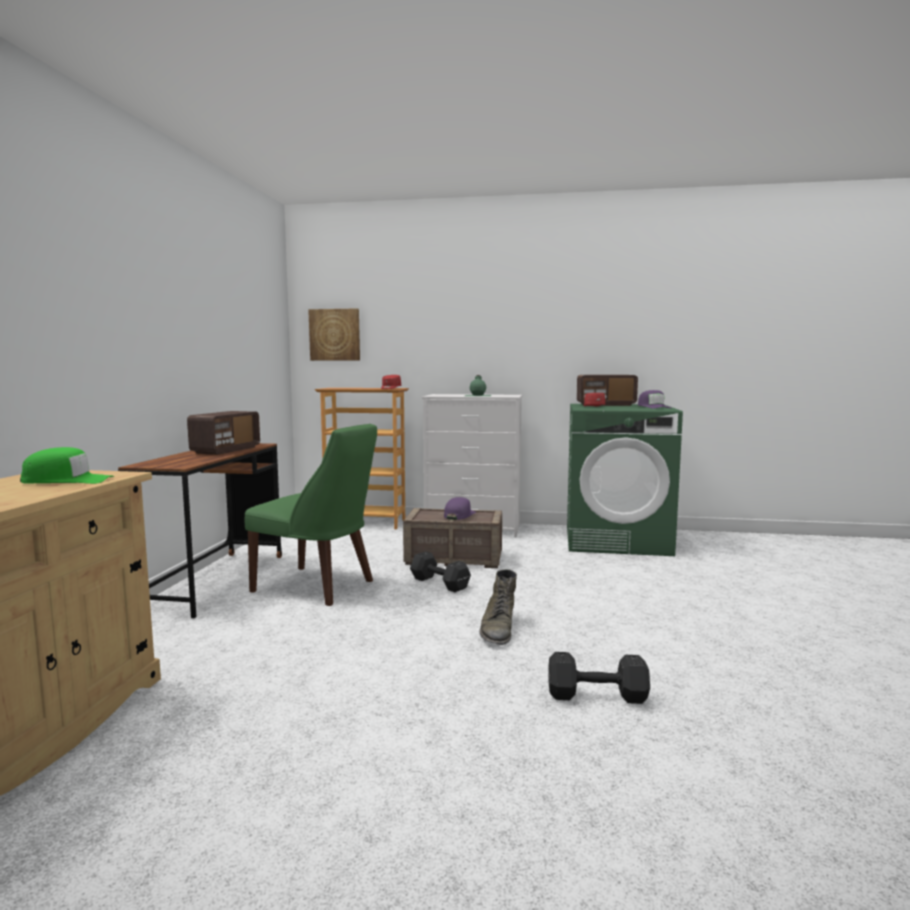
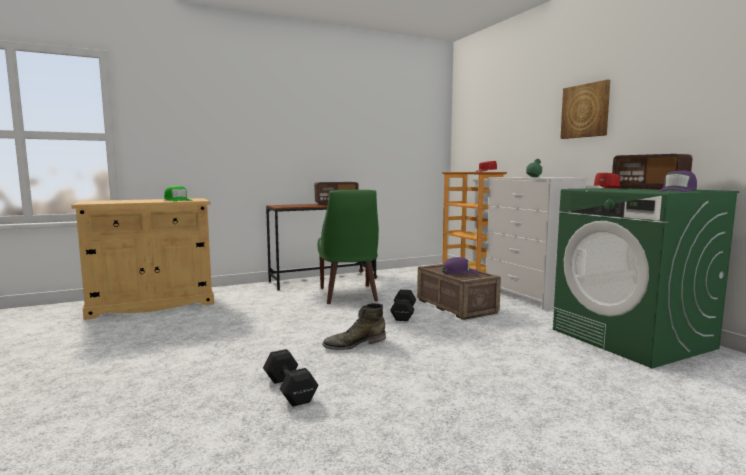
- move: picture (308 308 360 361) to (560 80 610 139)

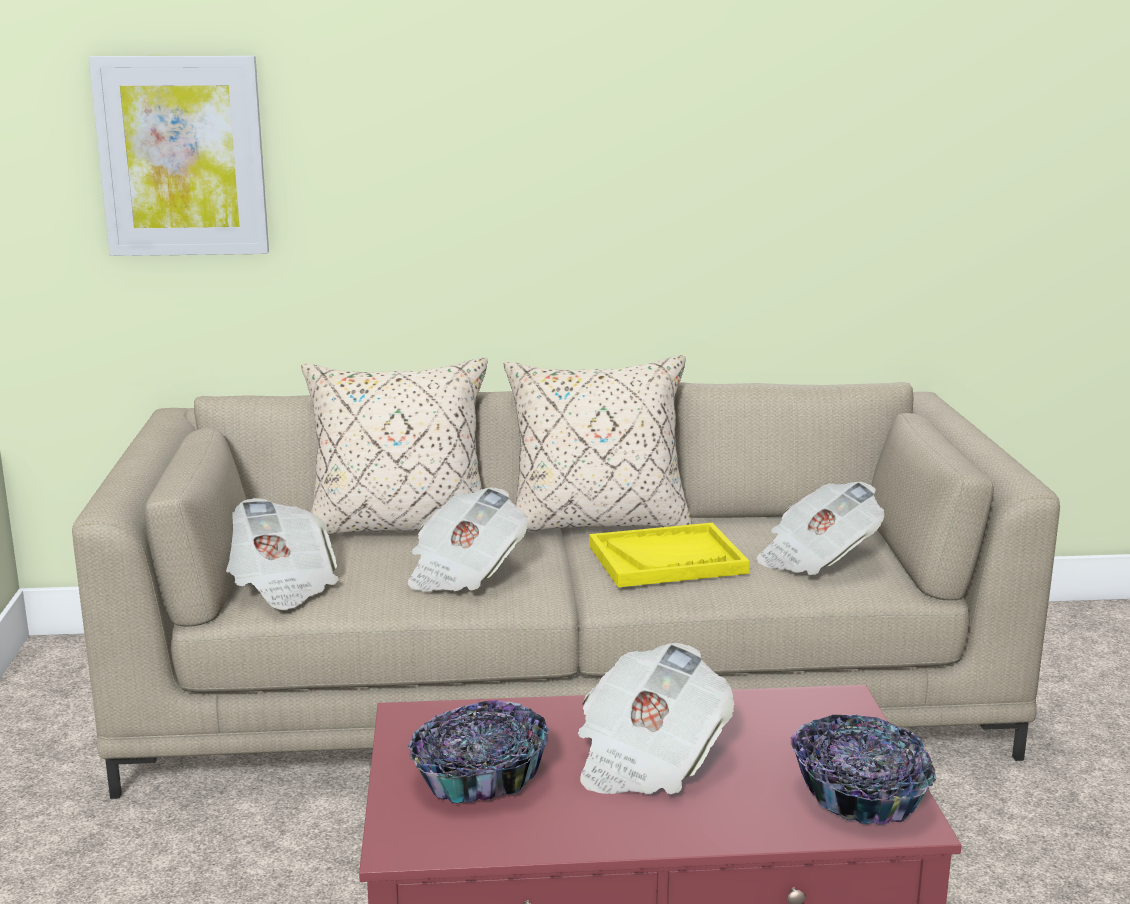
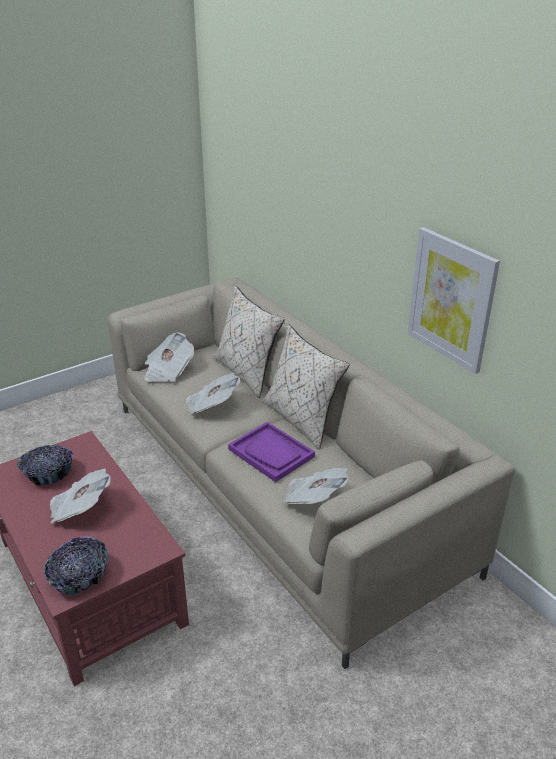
- move: picture (88 56 269 256) to (408 227 500 374)
- recolor: yellow tray (589 523 750 587) to purple tray (228 422 315 482)

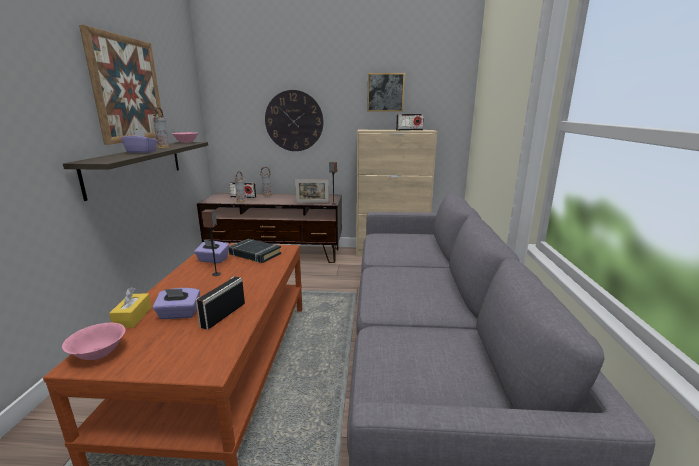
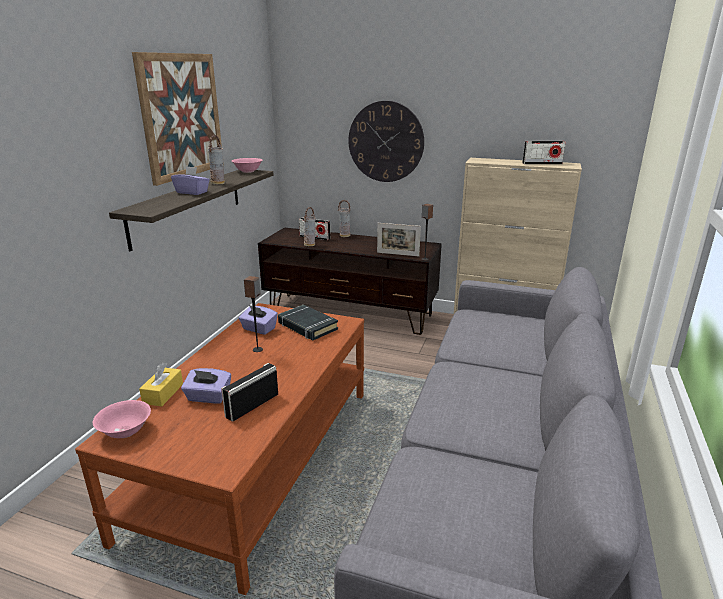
- delete: picture (367 73 405 112)

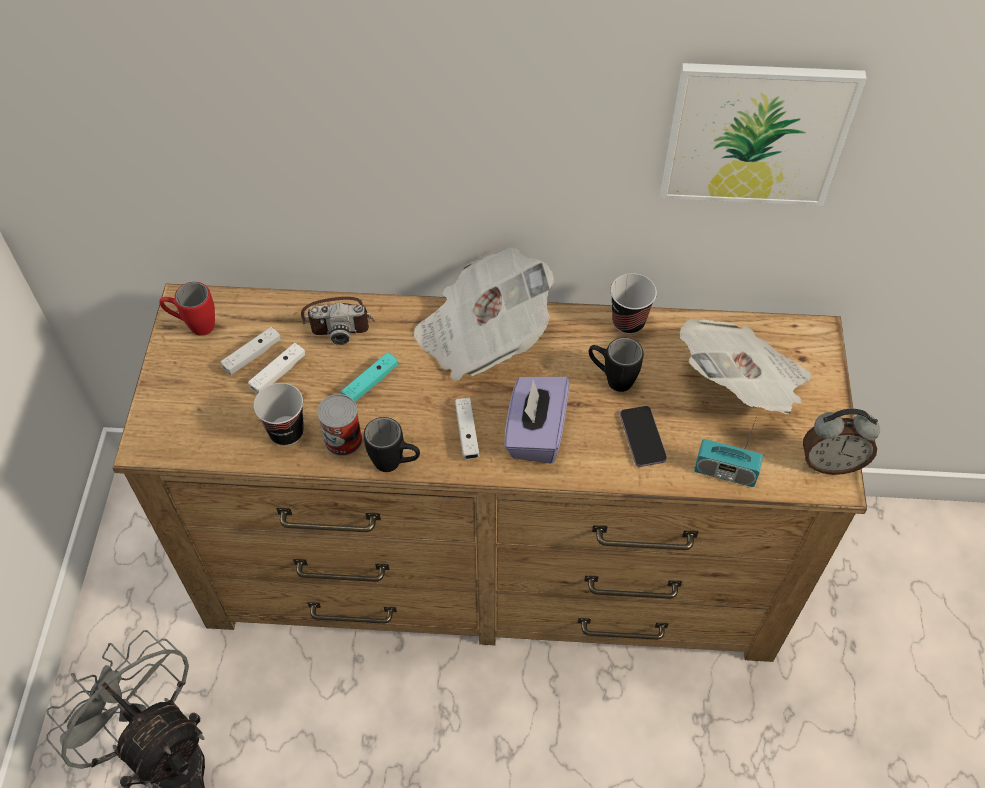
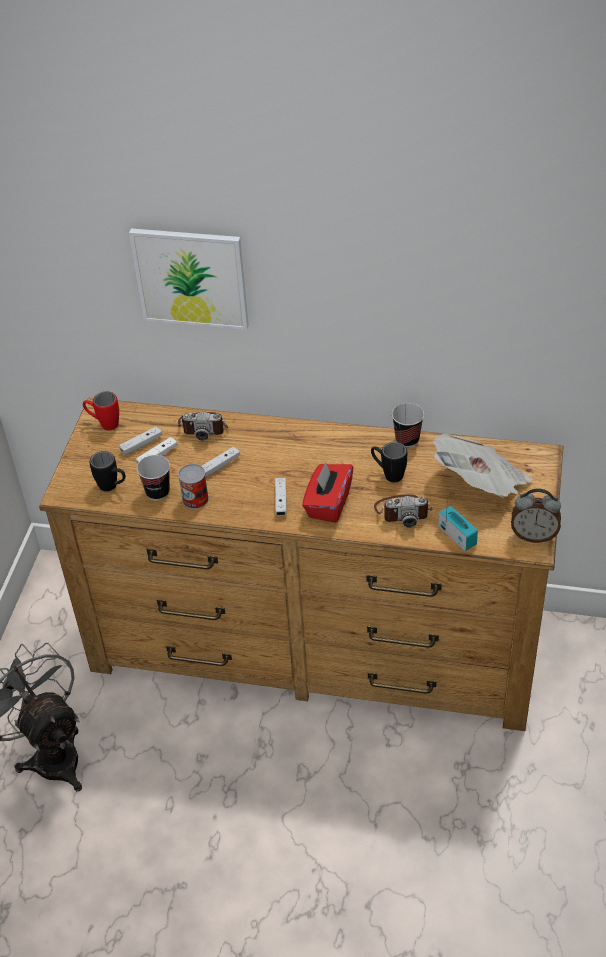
- move: picture (661 63 867 206) to (129 228 249 330)
- delete: newspaper (414 248 555 381)
- recolor: turquoise game controller (342 352 399 402) to white game controller (202 446 240 477)
- recolor: purple tissue box (504 377 569 464) to red tissue box (302 462 354 523)
- replace: phone (620 406 667 467) to photo camera (374 494 433 528)
- rotate: radio (694 416 763 487) = (438 494 478 551) 150 degrees counterclockwise
- move: black mug (364 417 420 472) to (90 451 126 492)

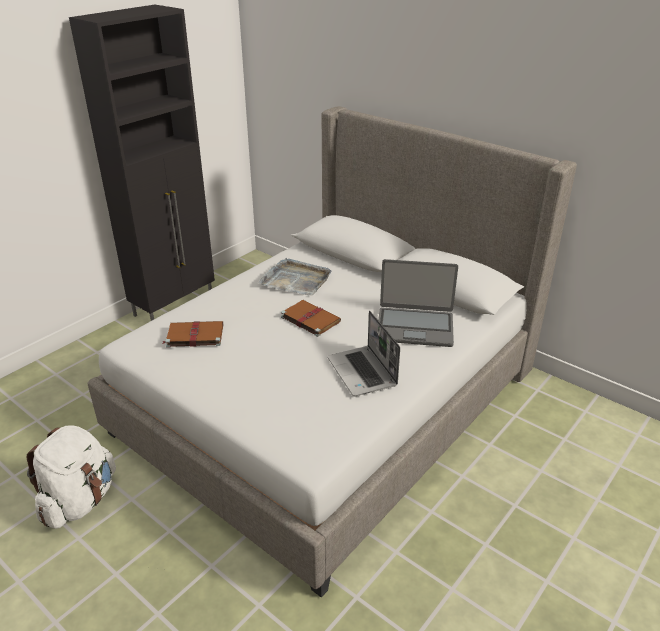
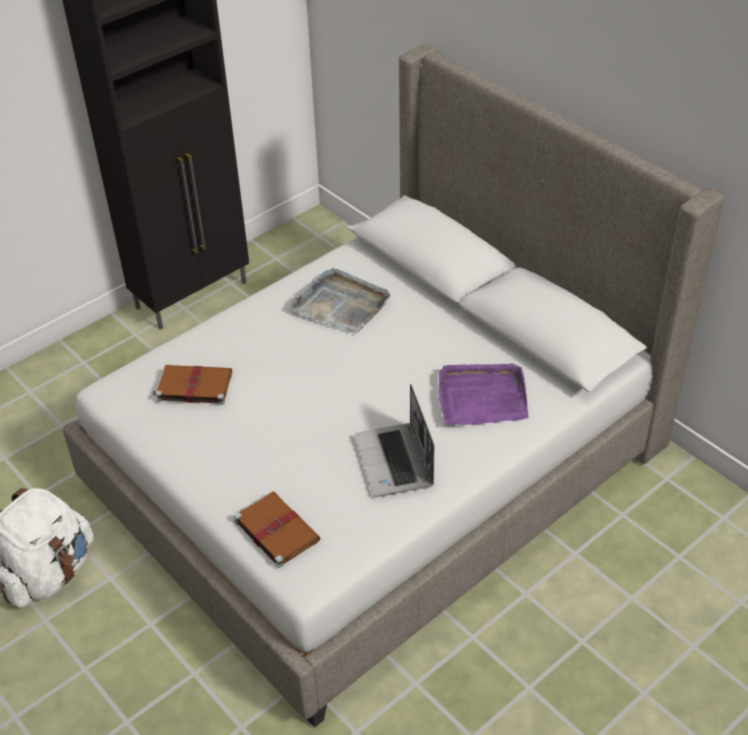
- replace: laptop (378 259 458 347) to purple tray (438 364 529 425)
- move: brown book (281 300 341 337) to (234 492 320 568)

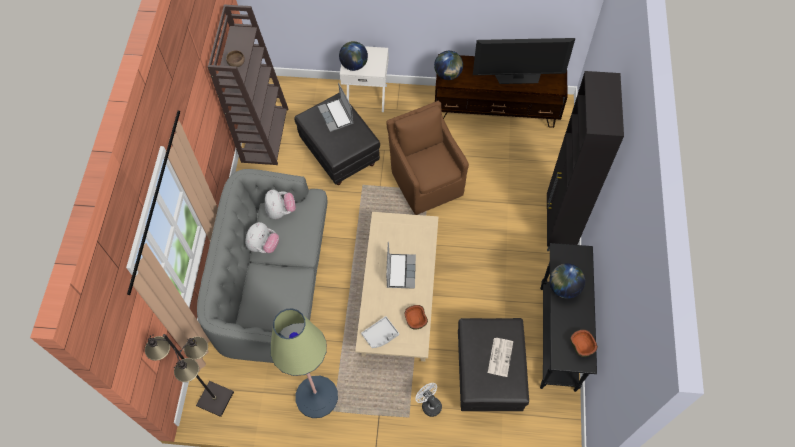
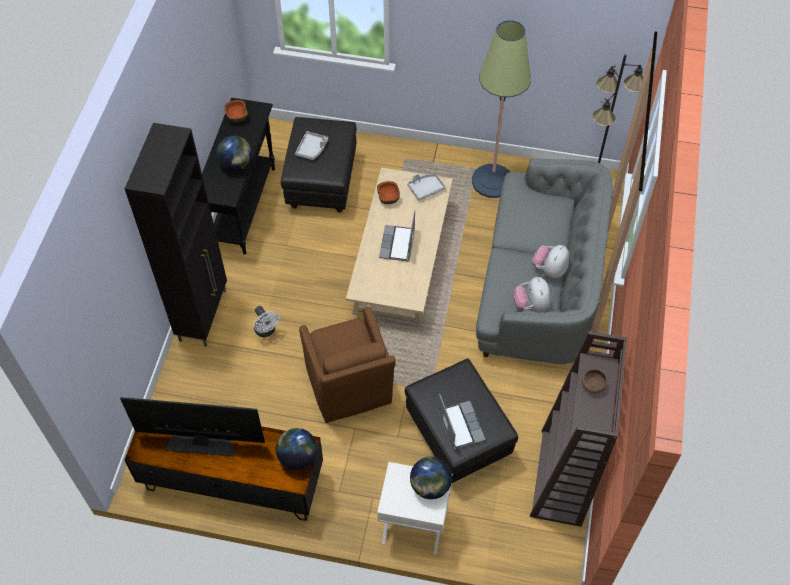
- replace: newspaper (488 338 513 377) to grey tray (295 131 328 160)
- move: white fan (415 383 442 417) to (254 306 280 337)

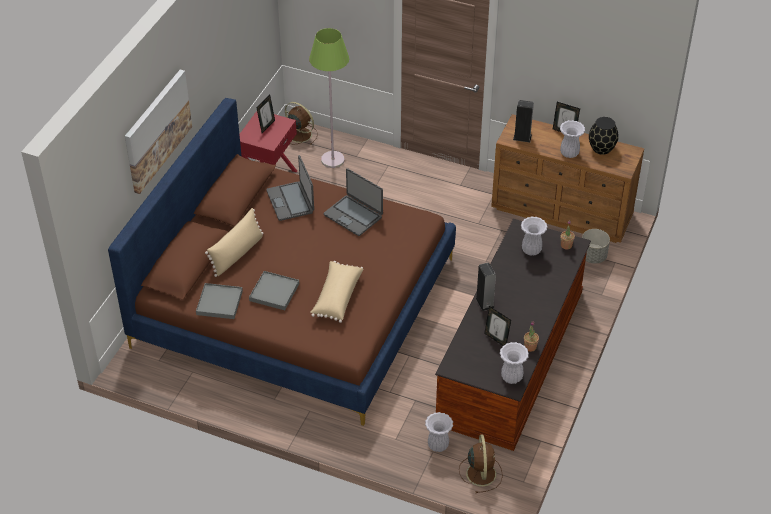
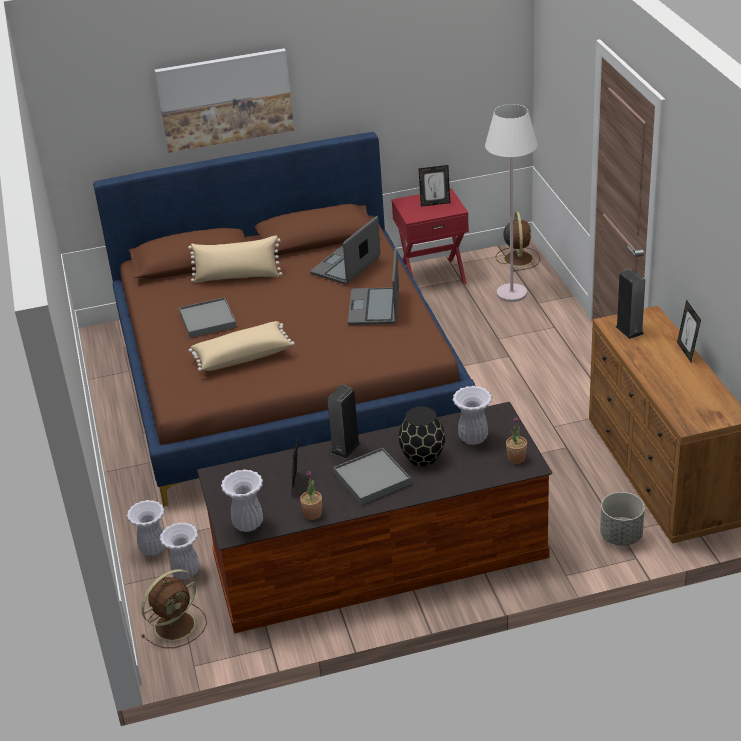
- recolor: green floor lamp (309 28 349 168) to white floor lamp (485 104 538 302)
- move: black vase (589 117 619 155) to (399 407 445 466)
- move: white vase (560 120 585 158) to (127 500 165 556)
- move: grey tray (196 283 243 319) to (334 448 411 505)

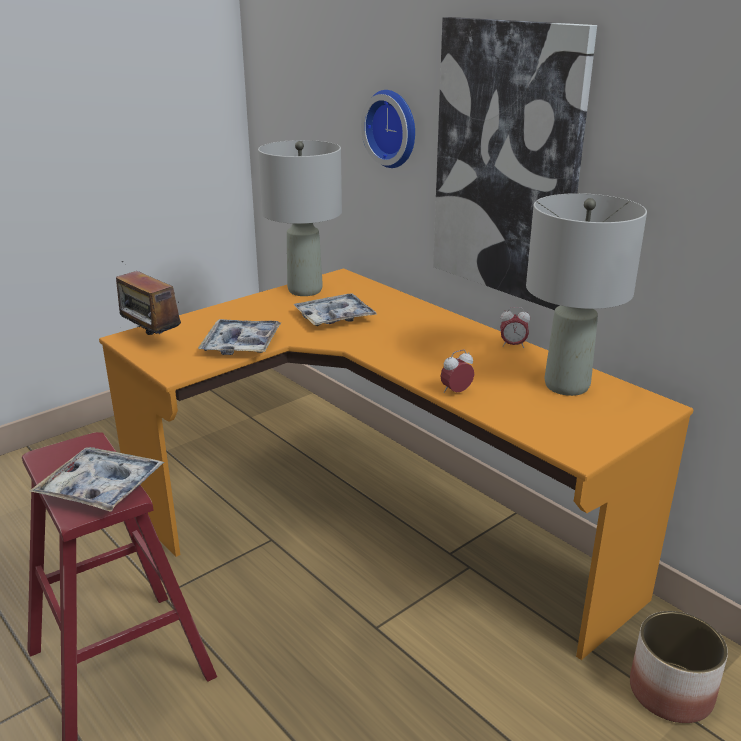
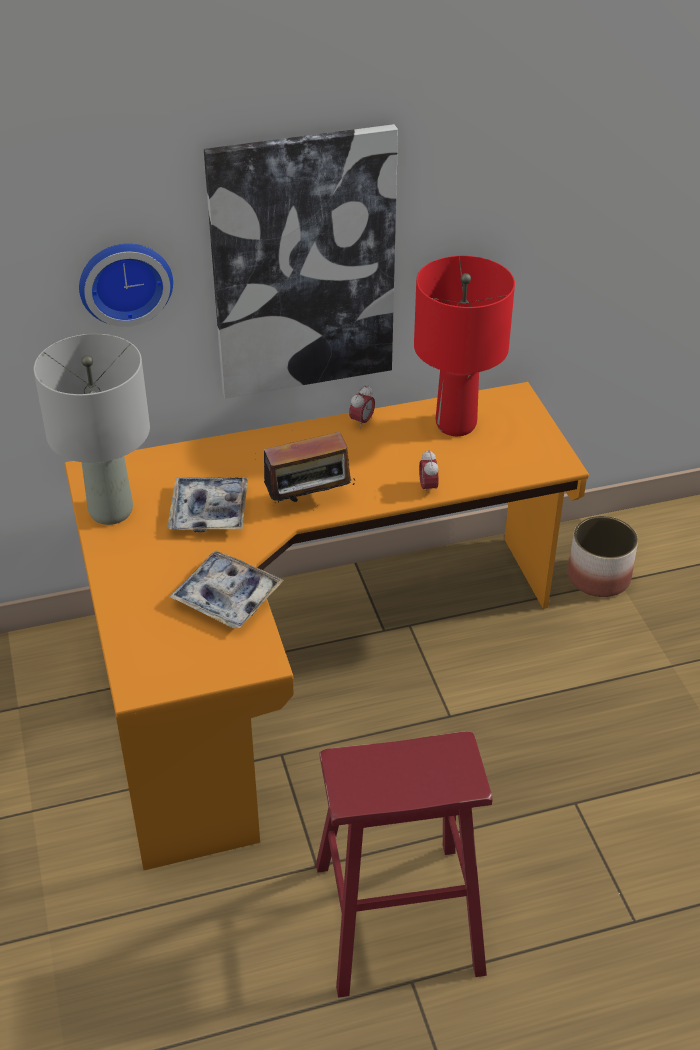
- recolor: grey table lamp (526 193 647 396) to red table lamp (414 256 515 436)
- move: radio (116 261 181 335) to (264 432 355 503)
- delete: tray (30 447 164 512)

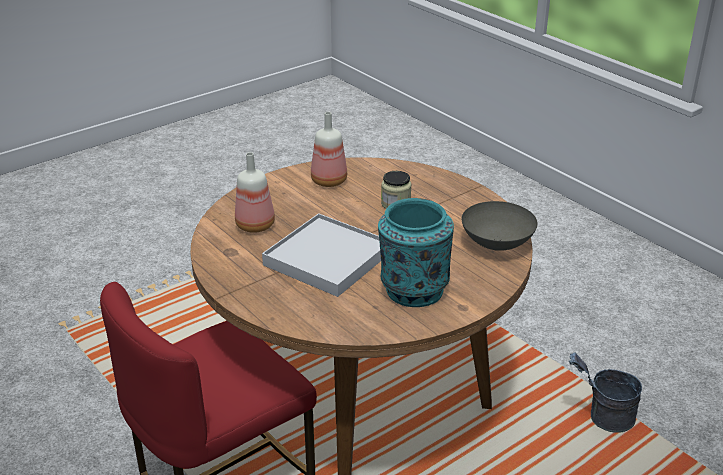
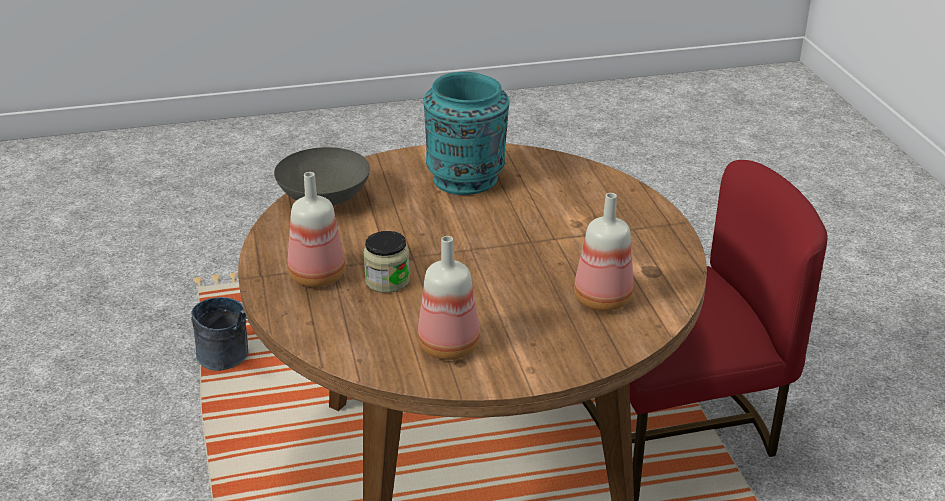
- delete: white tray (262 213 381 297)
- insert: bottle (287 172 346 287)

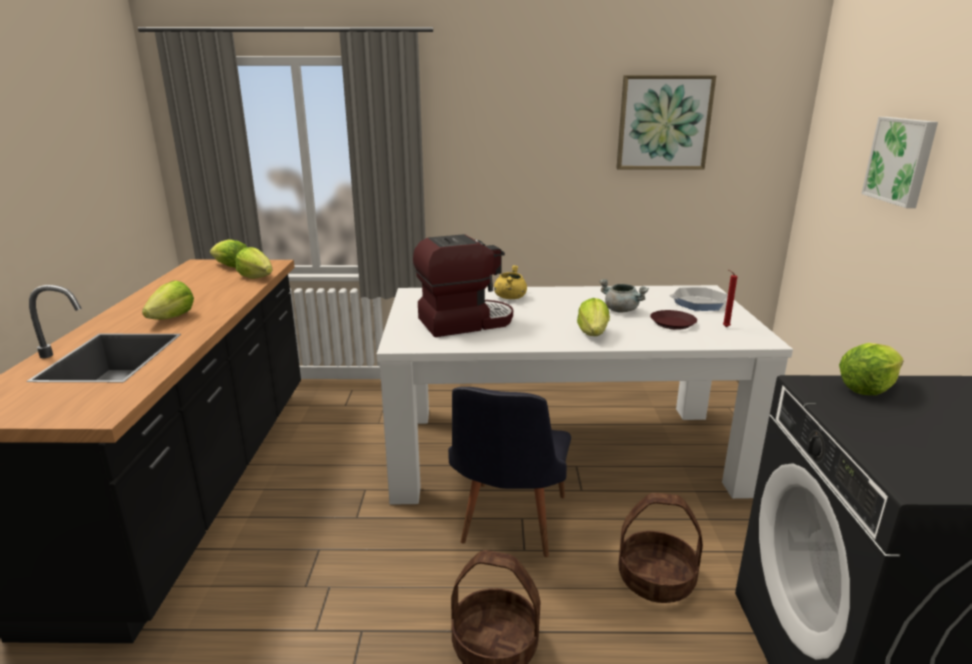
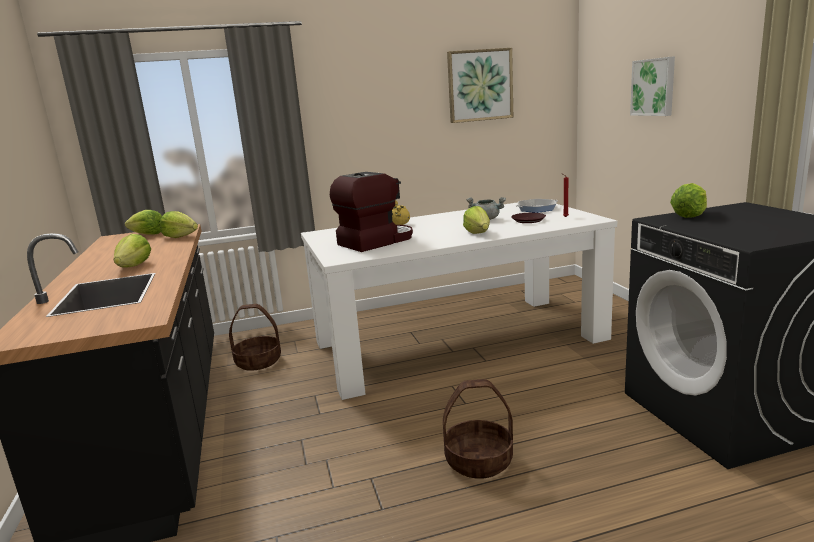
- delete: black chair (448 387 571 557)
- move: basket (618 493 703 603) to (229 304 281 371)

